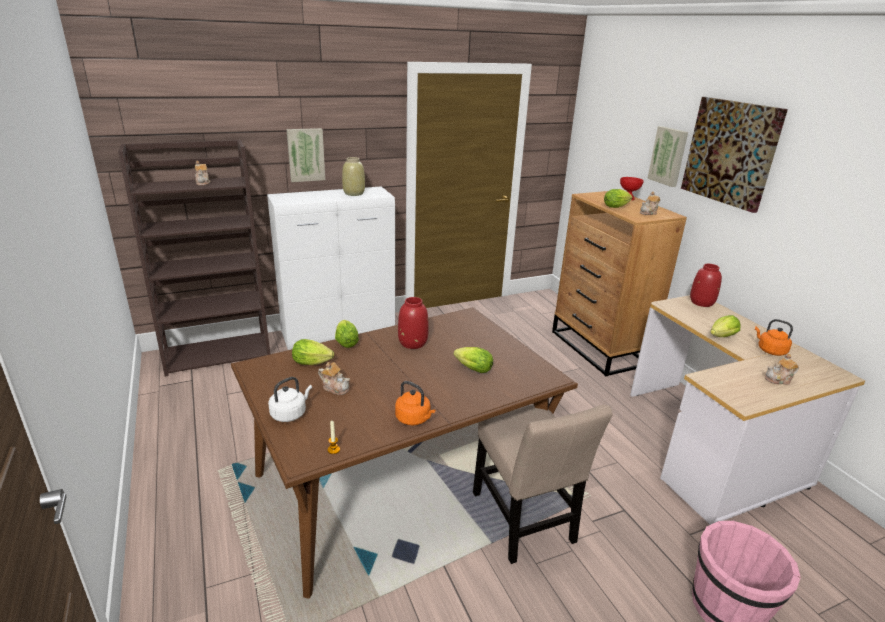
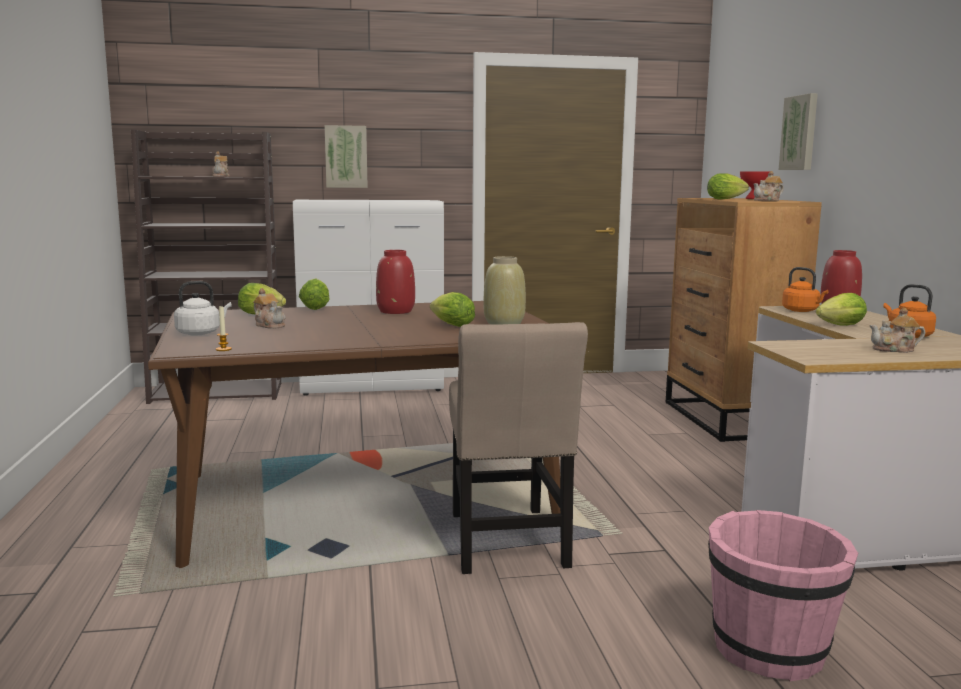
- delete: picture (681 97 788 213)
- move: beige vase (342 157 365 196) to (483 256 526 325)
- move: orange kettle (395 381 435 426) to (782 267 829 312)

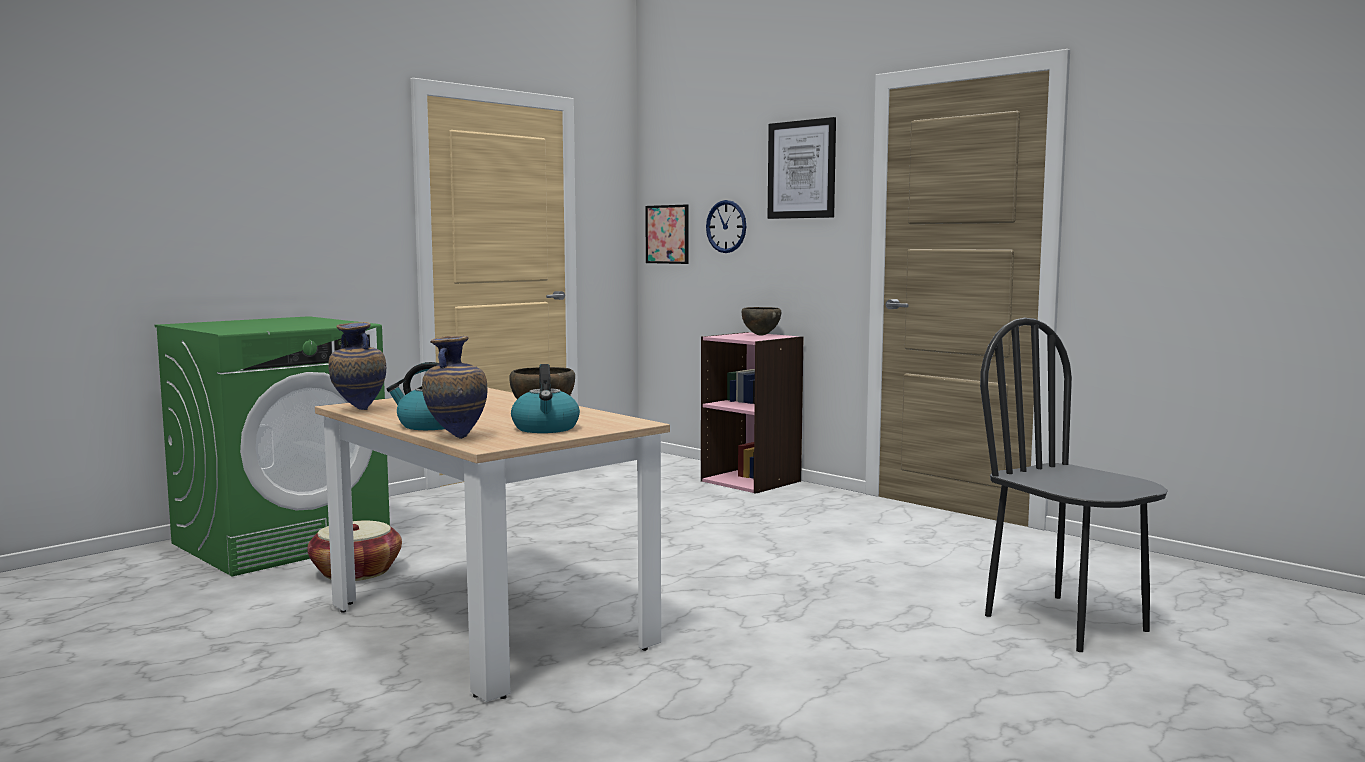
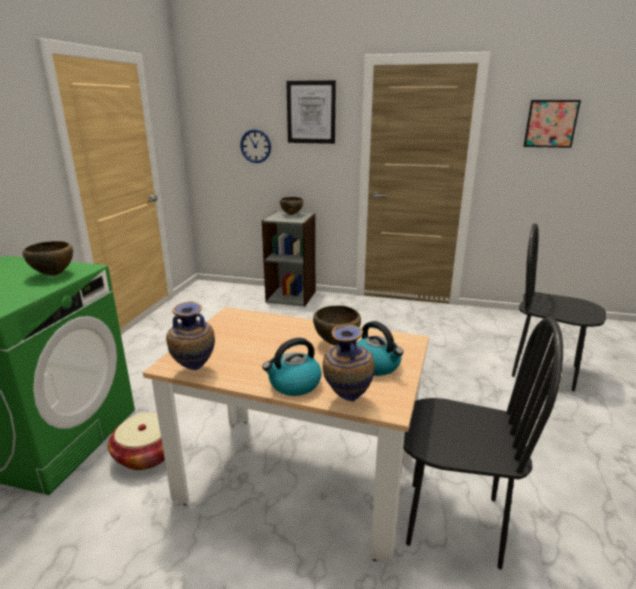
- move: picture (645 204 688 264) to (523 100 581 148)
- recolor: pink bookcase (701 332 803 494) to grey bookcase (262 211 316 307)
- insert: brown bowl (23 241 73 276)
- insert: black chair (403 317 563 570)

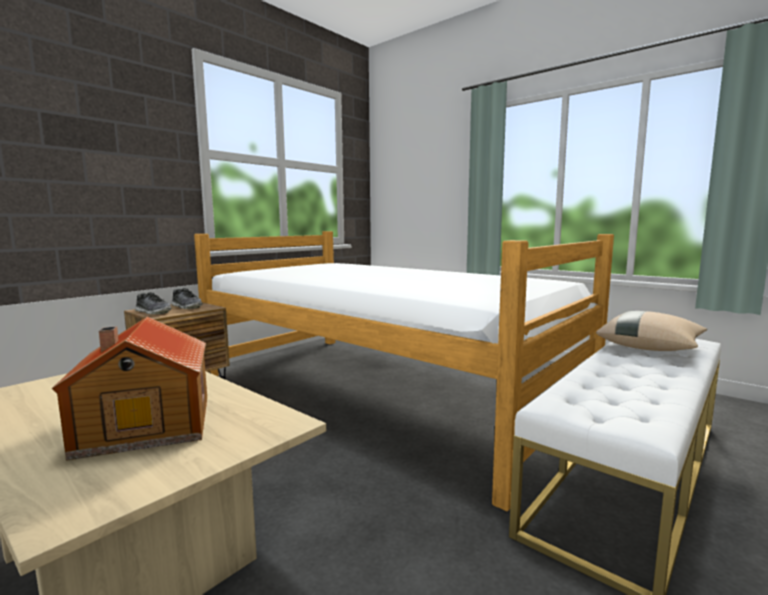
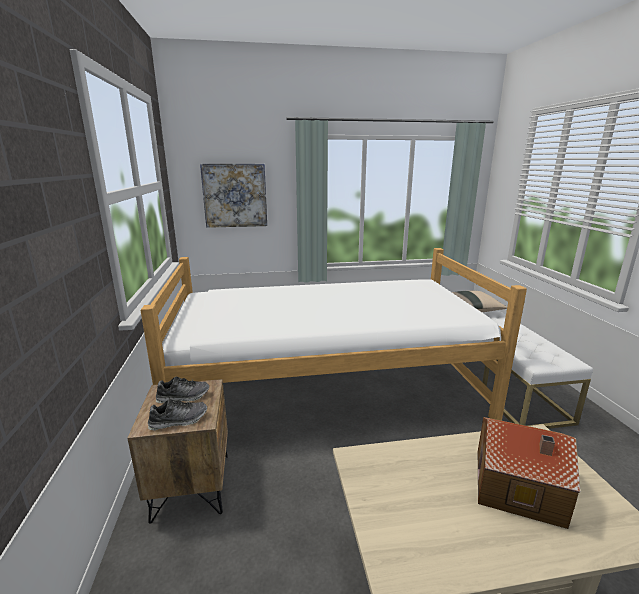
- insert: picture (200 164 267 228)

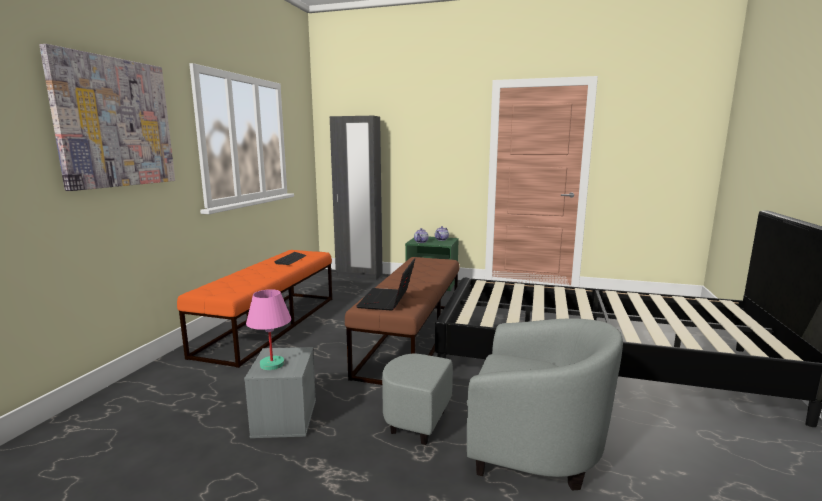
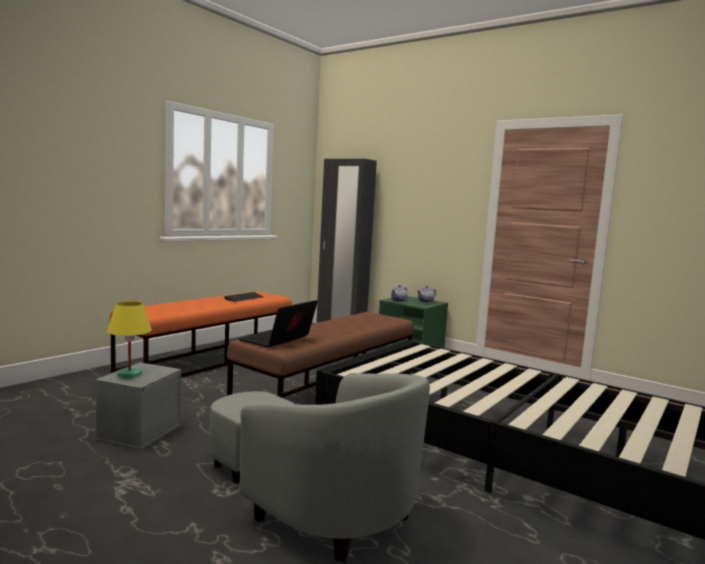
- delete: picture (39 44 175 191)
- recolor: pink table lamp (246 289 291 370) to yellow table lamp (107 301 152 378)

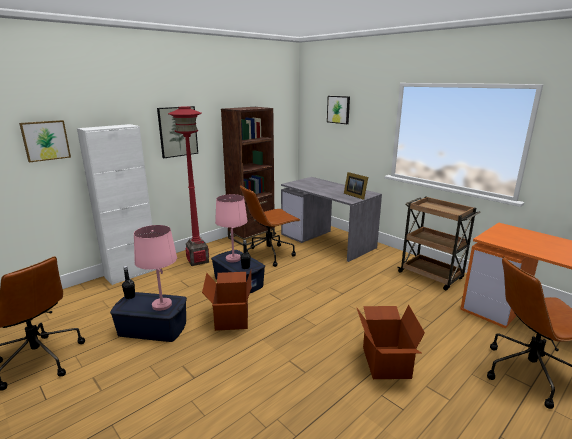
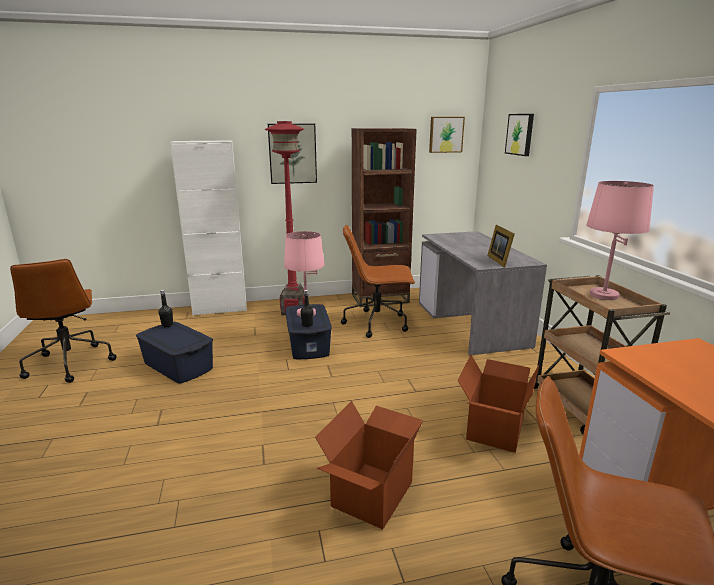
- move: picture (19 120 71 162) to (429 117 465 153)
- move: pink table lamp (134 225 177 311) to (586 181 654 300)
- move: cardboard box (202 270 251 331) to (457 355 539 453)

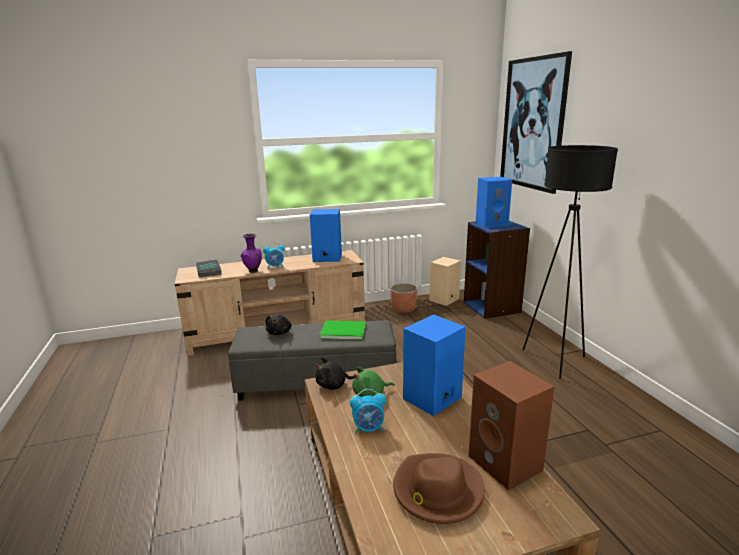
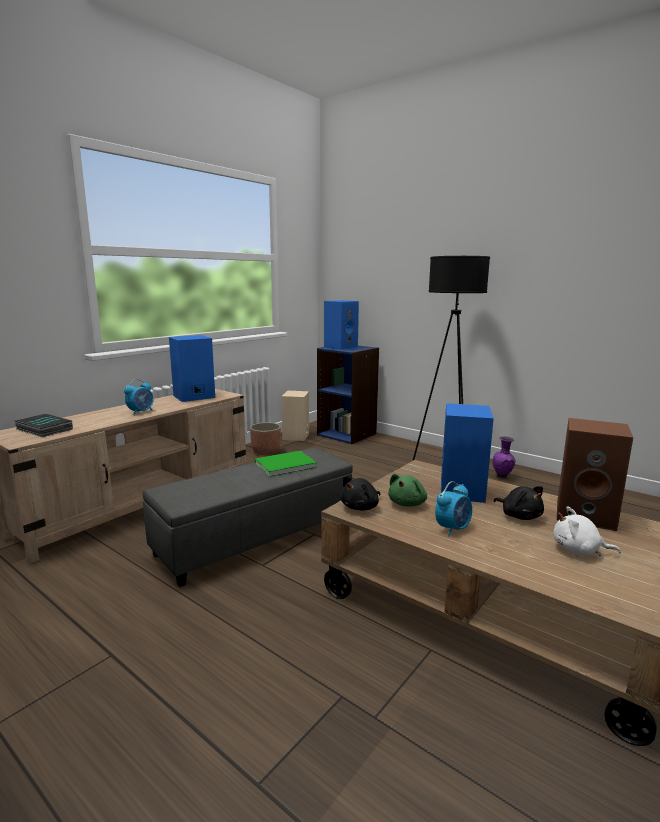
- delete: picture (500 51 572 194)
- move: purple vase (241 233 262 273) to (493 436 515 479)
- move: black plush toy (266 314 292 335) to (494 486 544 520)
- replace: brown hat (393 453 485 524) to white plush toy (553 506 621 556)

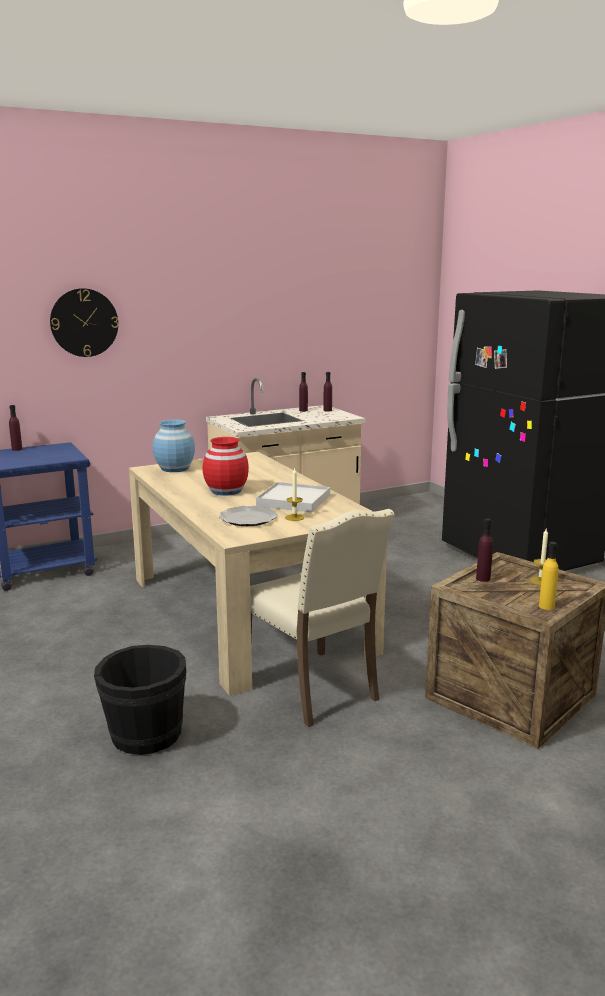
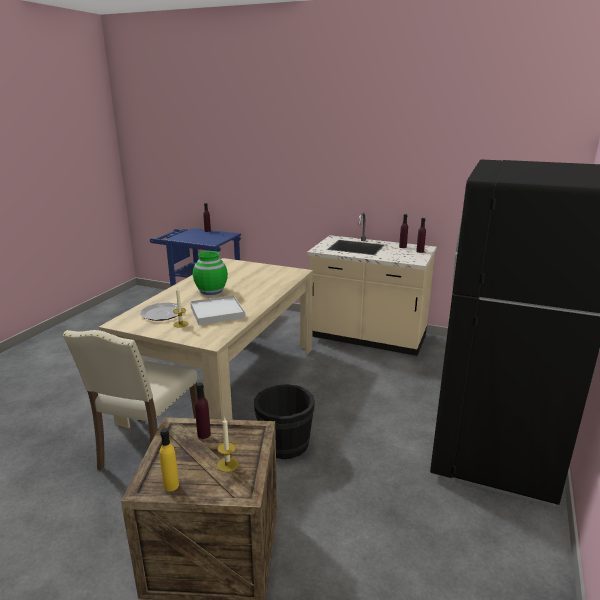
- delete: wall clock (50 288 118 357)
- delete: blue vase (153 419 195 472)
- recolor: red vase (203 437 249 496) to green vase (193 251 228 295)
- move: black bucket (94 645 186 755) to (254 384 315 460)

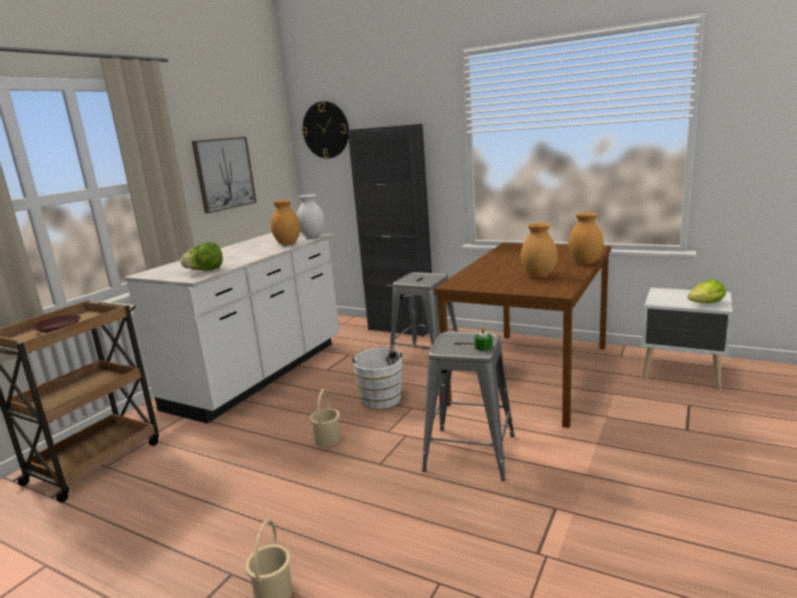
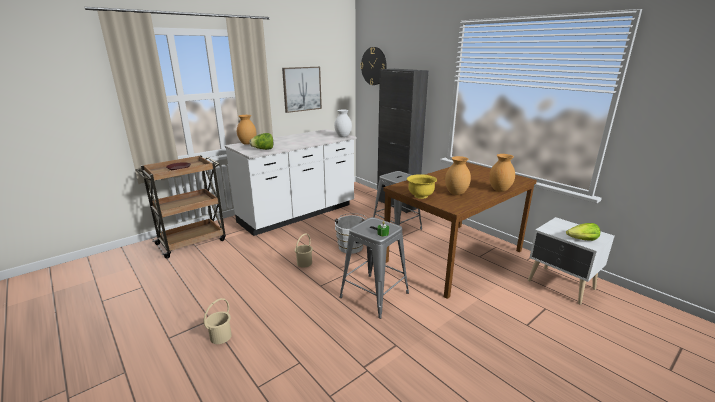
- move: brown vase (271 200 300 245) to (237 115 256 145)
- insert: yellow bowl (407 174 437 199)

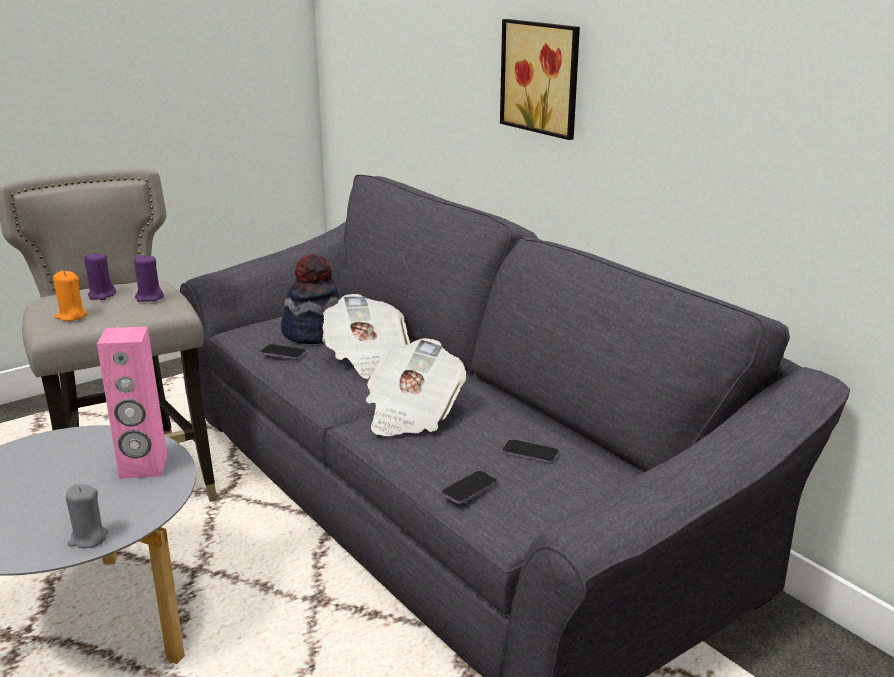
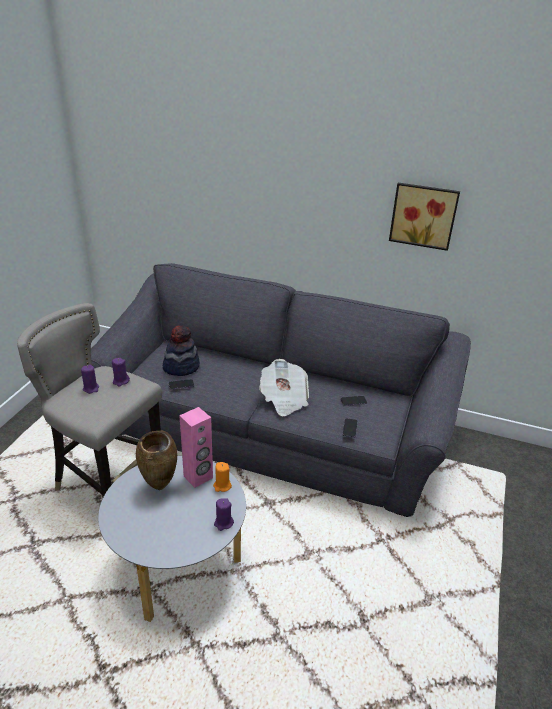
- move: picture (500 19 580 140) to (389 183 460 251)
- move: orange candle (53 271 88 321) to (213 462 232 492)
- delete: newspaper (322 294 410 379)
- recolor: grey candle (65 484 108 548) to purple candle (214 498 234 531)
- insert: brown vase (136 431 177 490)

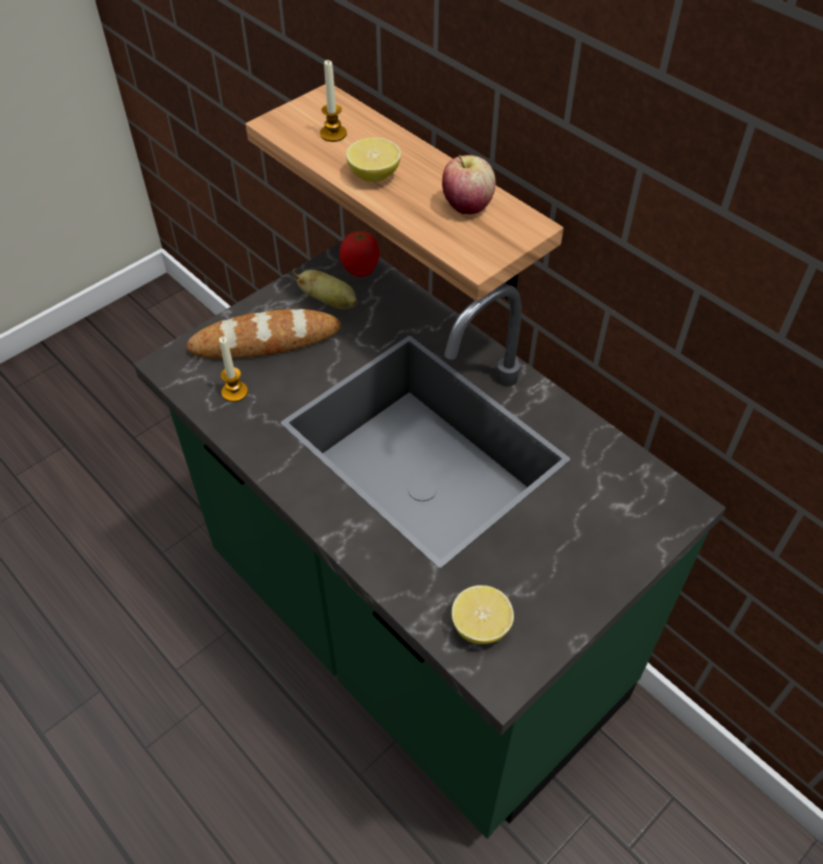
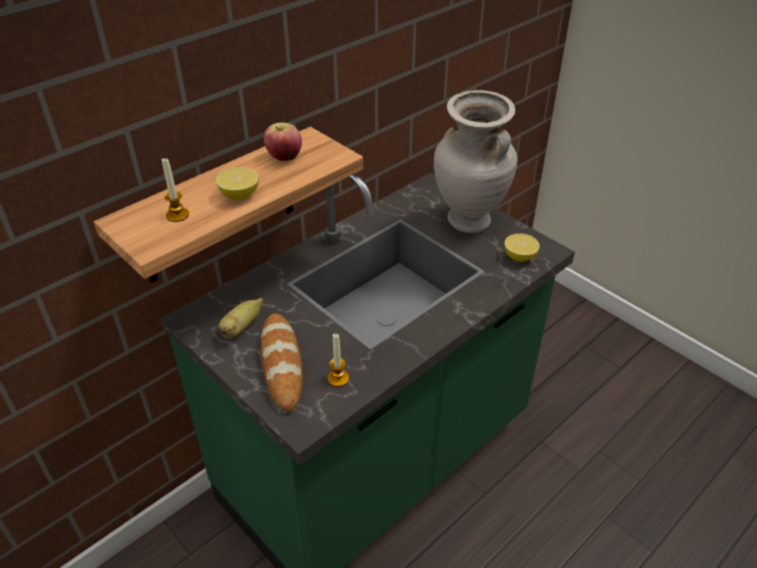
- delete: tomato (339 231 380 277)
- insert: beige vase (434 90 517 233)

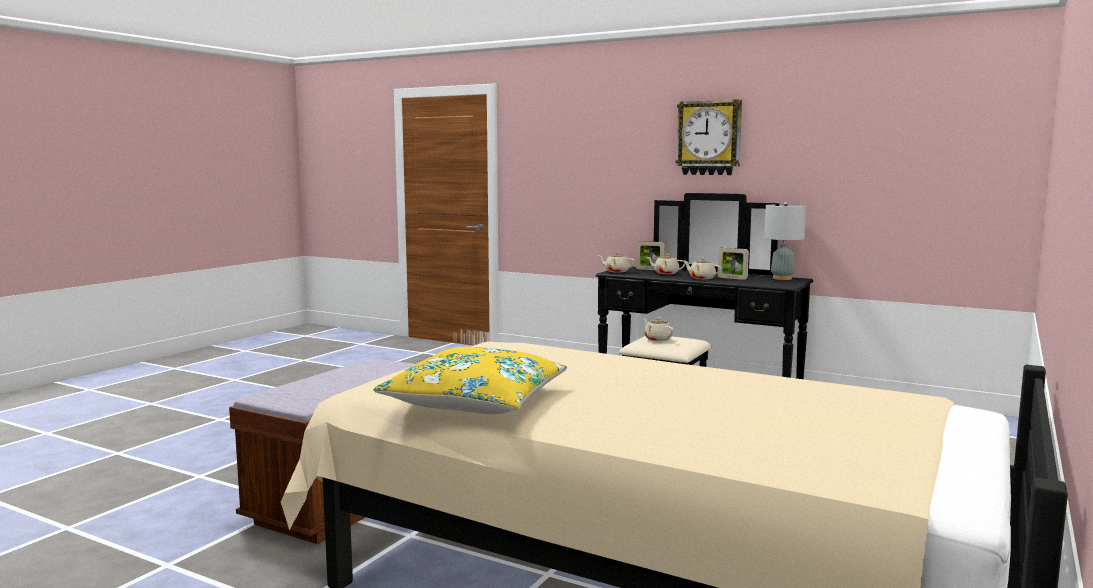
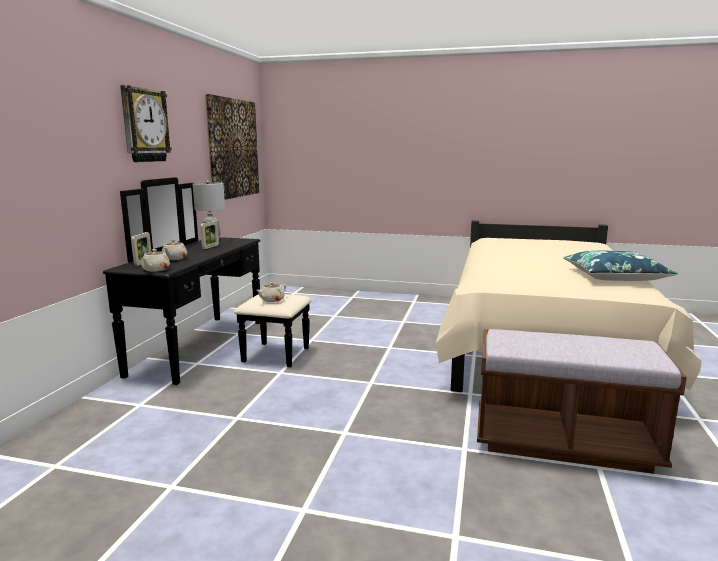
- delete: beige teapot (683 258 721 279)
- recolor: yellow pillow (373 347 567 414) to blue pillow (563 251 678 281)
- insert: picture (205 94 259 200)

